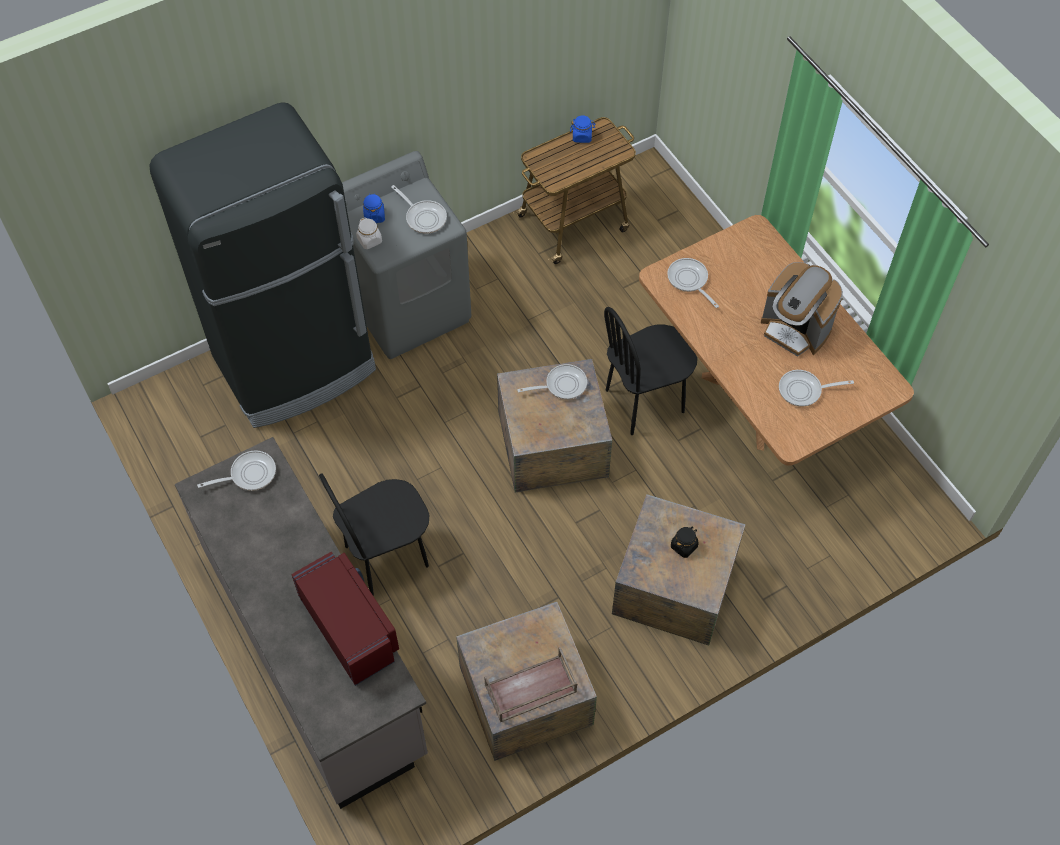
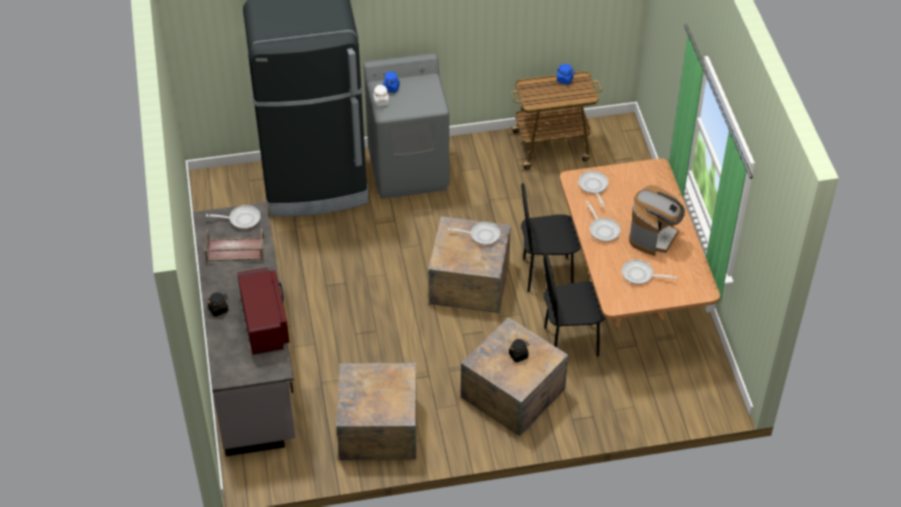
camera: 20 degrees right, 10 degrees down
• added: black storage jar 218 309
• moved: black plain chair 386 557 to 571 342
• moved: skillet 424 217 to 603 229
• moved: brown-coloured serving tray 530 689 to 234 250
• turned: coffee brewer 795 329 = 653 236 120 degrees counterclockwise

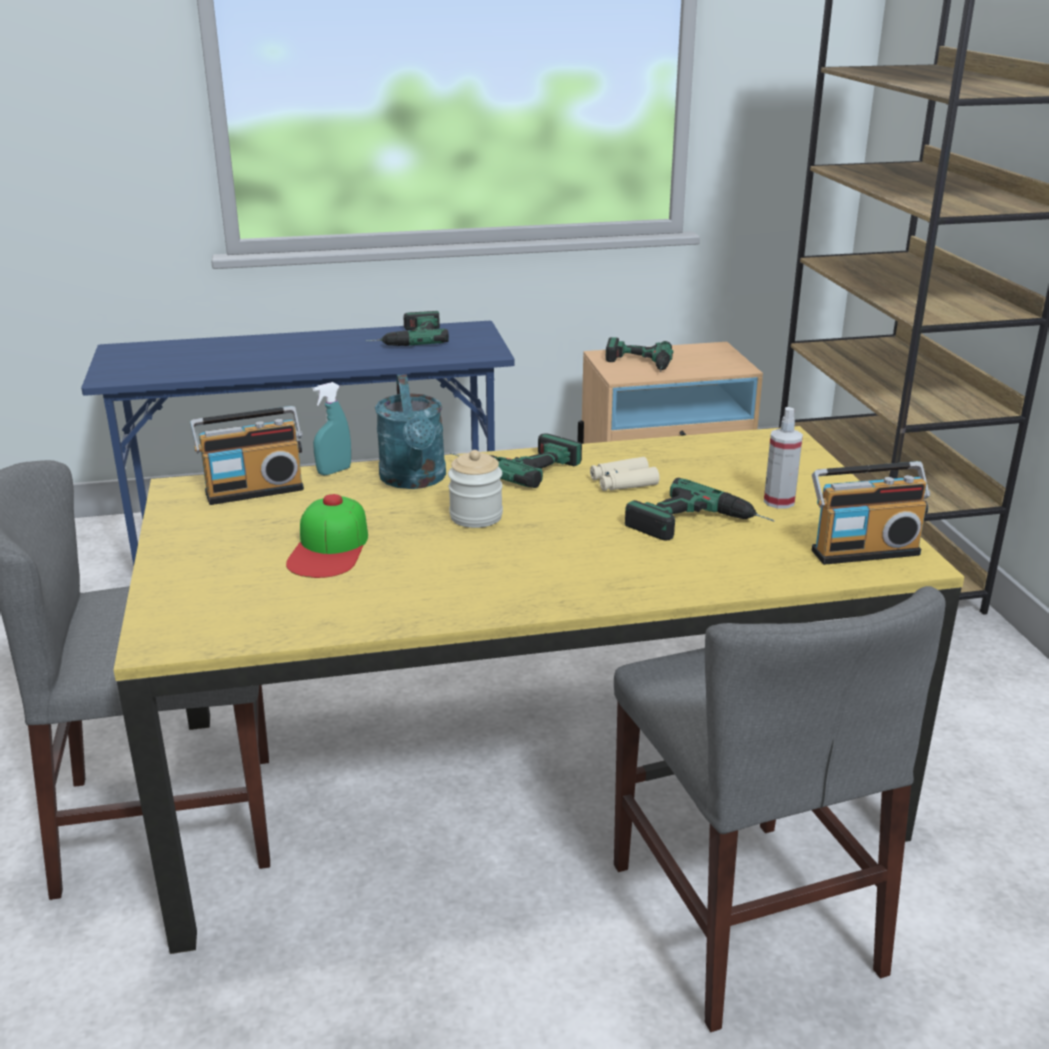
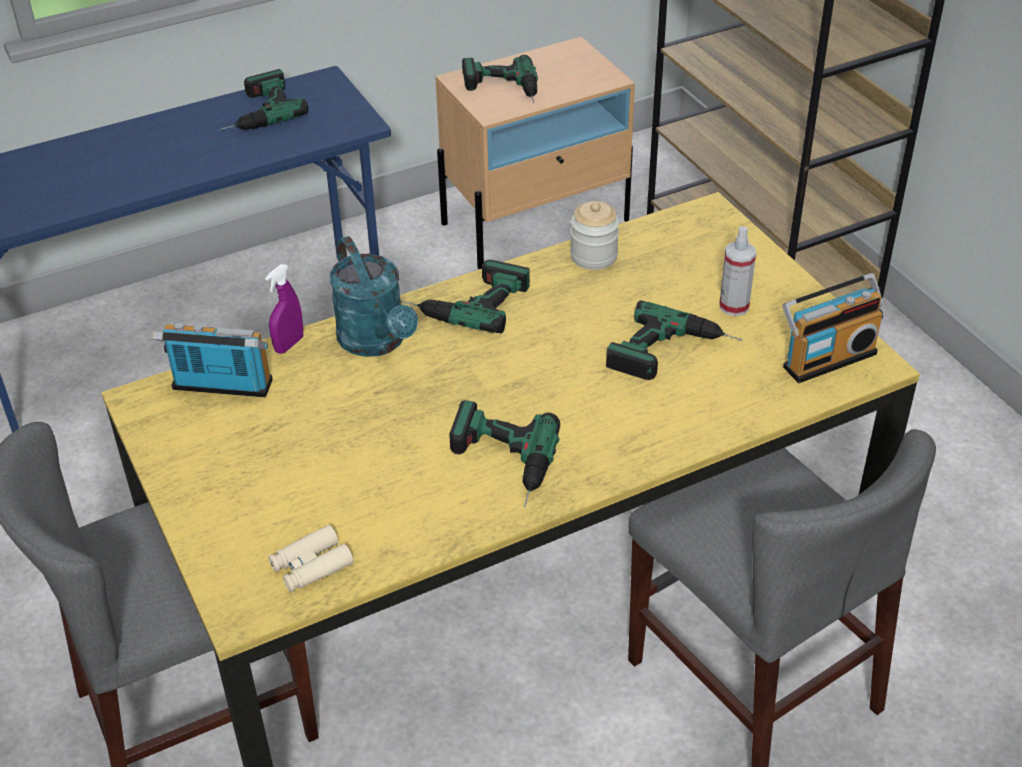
camera: 15 degrees left, 15 degrees up
• removed: cap 329 548
• added: electric drill 499 464
• moved: storage jar 476 516 to 593 256
• moved: sand-coloured binoculars 623 482 to 311 566
• recoloured: turquoise-coloured sprayer 334 471 to purple sprayer 289 344
• turned: radio 254 490 = 221 388 135 degrees counterclockwise

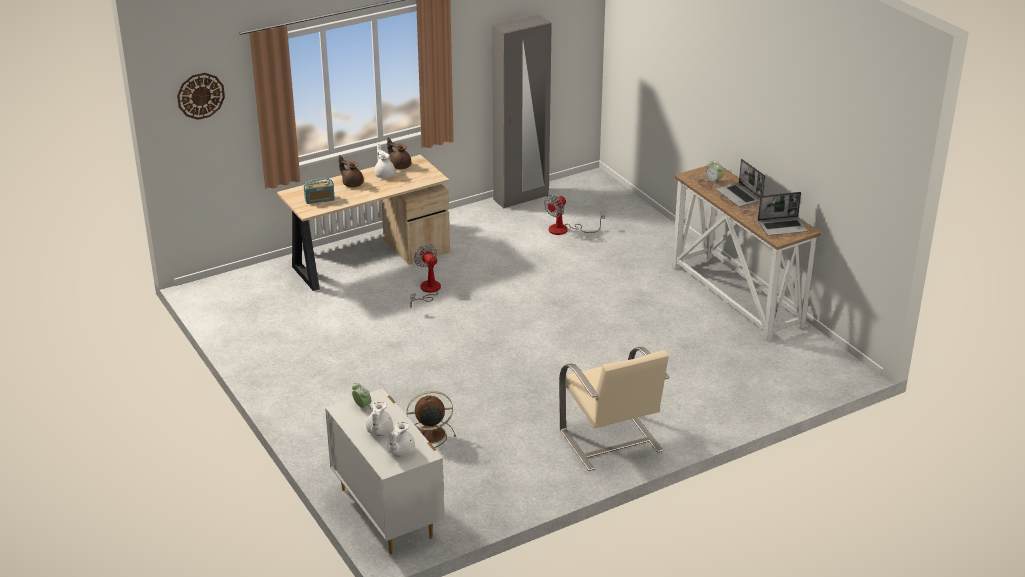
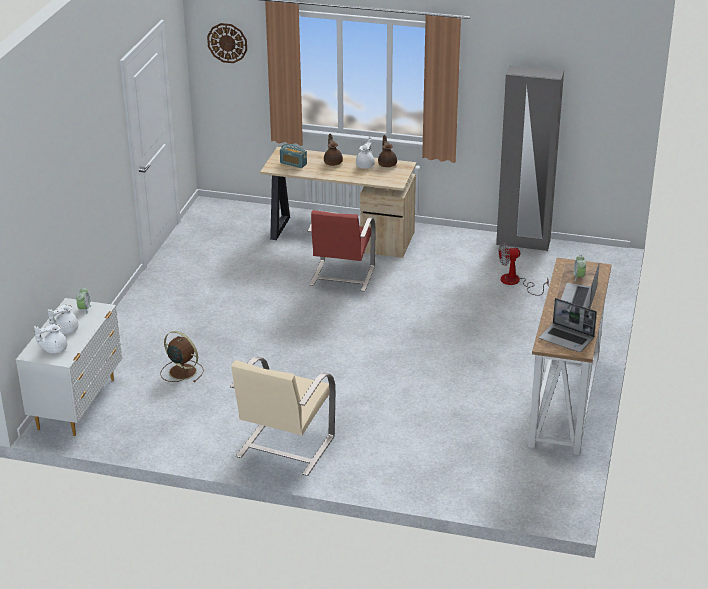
camera: 45 degrees right, 0 degrees up
• replaced: fan 427 291 to reddish plain chair 341 276

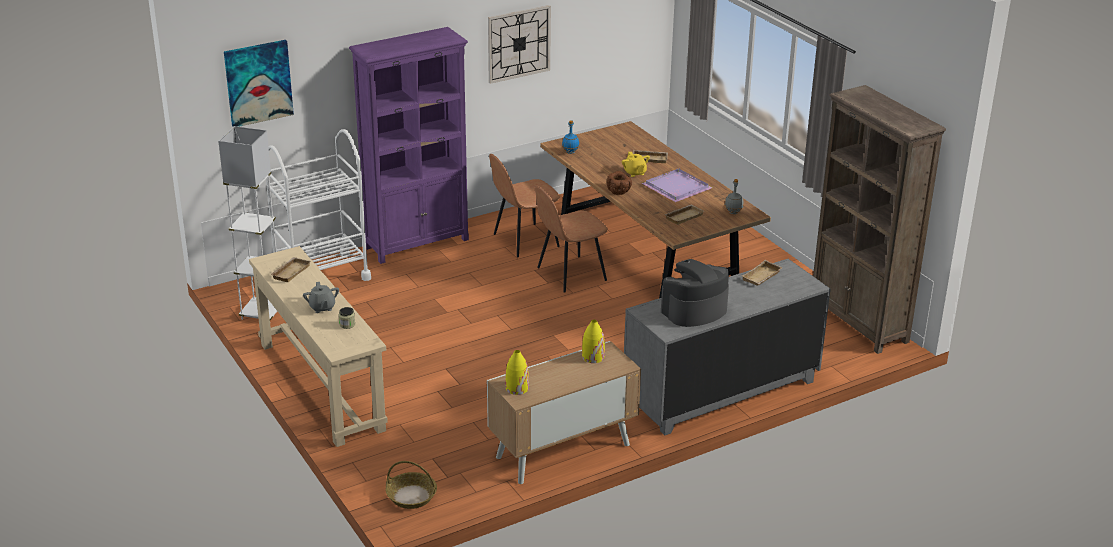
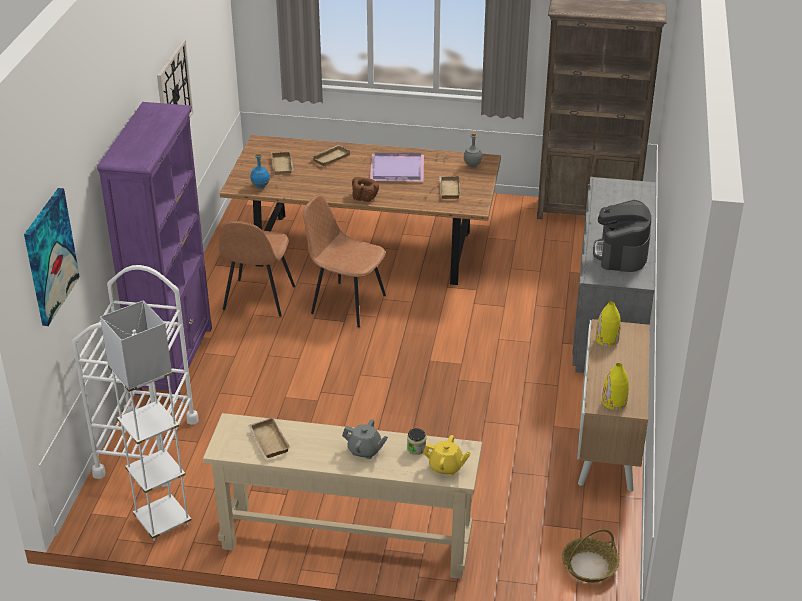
camera: 50 degrees left, 5 degrees up
• moved: yellow-coloured teapot 635 173 to 446 467
• moved: sand-coloured serving tray 762 277 to 283 166
• turned: brown-coloured plain chair 570 274 = 346 304 105 degrees clockwise

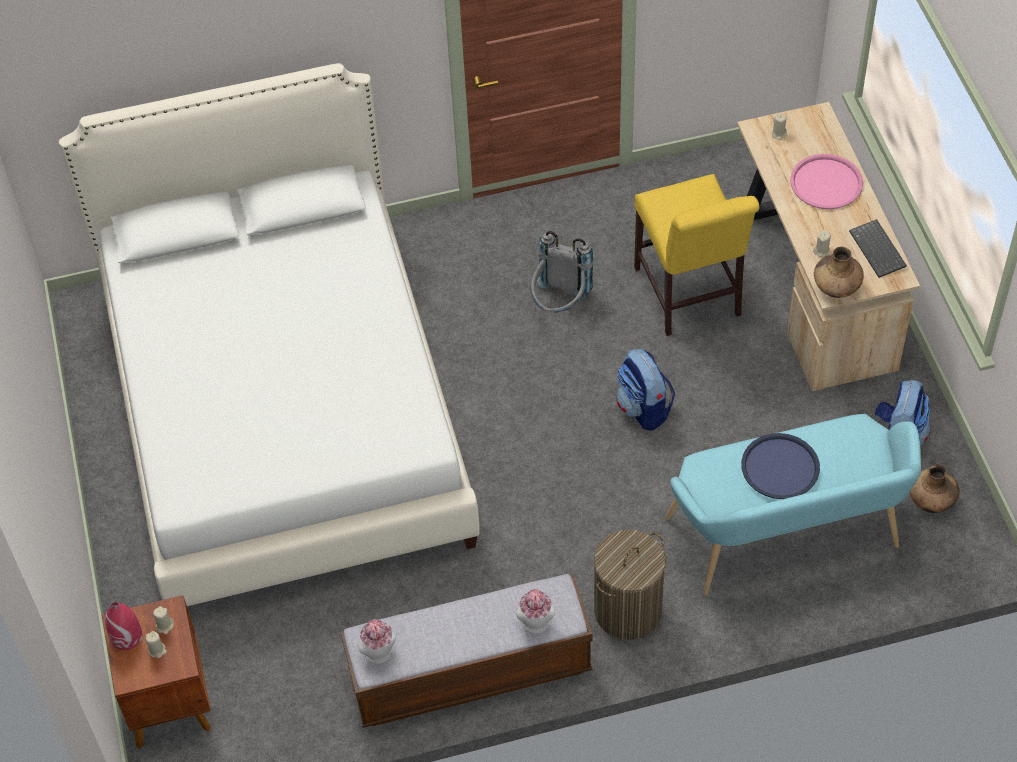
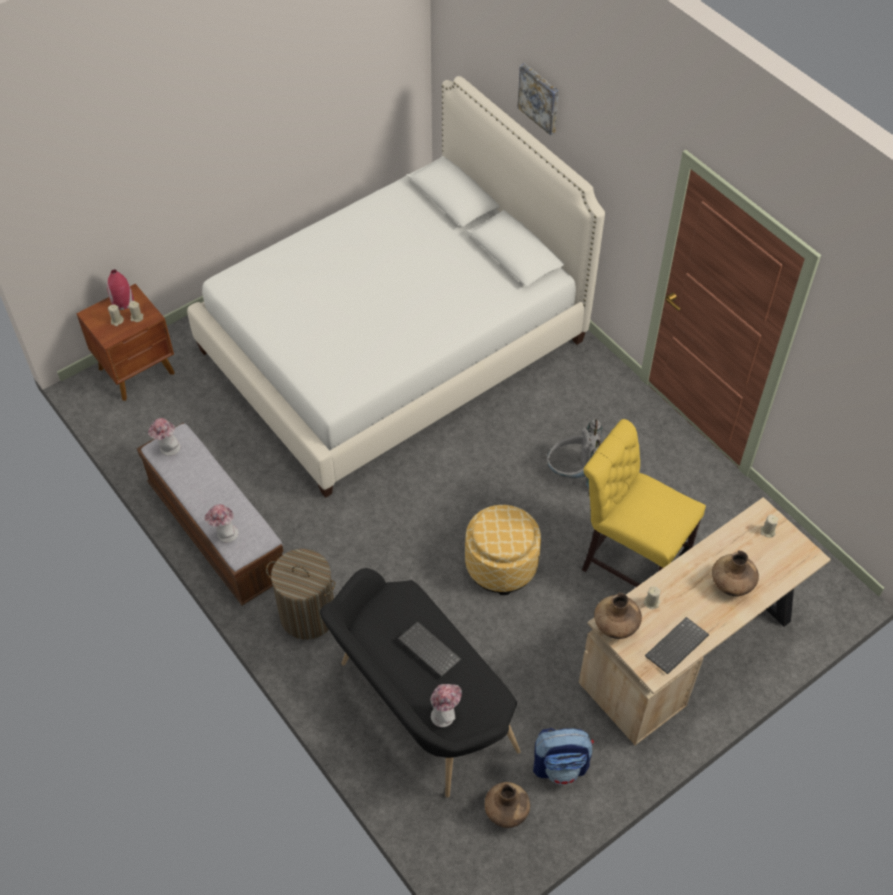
camera: 65 degrees right, 0 degrees up
• added: hat 445 714
• added: wall art 540 98
• replaced: rucksack 643 408 to footrest 501 565
• replaced: blue serving tray 780 467 to PC keyboard 427 650
• replaced: pink-coloured serving tray 826 183 to brown-coloured flower vase 732 584
• recoloured: turquoise-coloured long seat 788 540 to black long seat 419 709
• turned: yellow-coloured plain chair 689 297 = 630 561 75 degrees clockwise

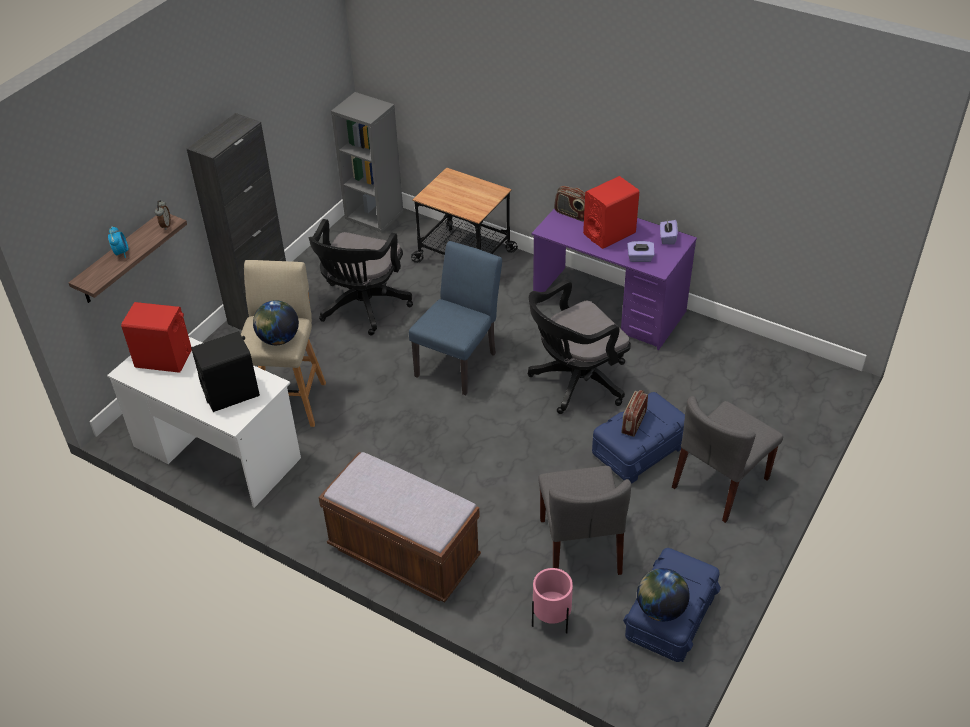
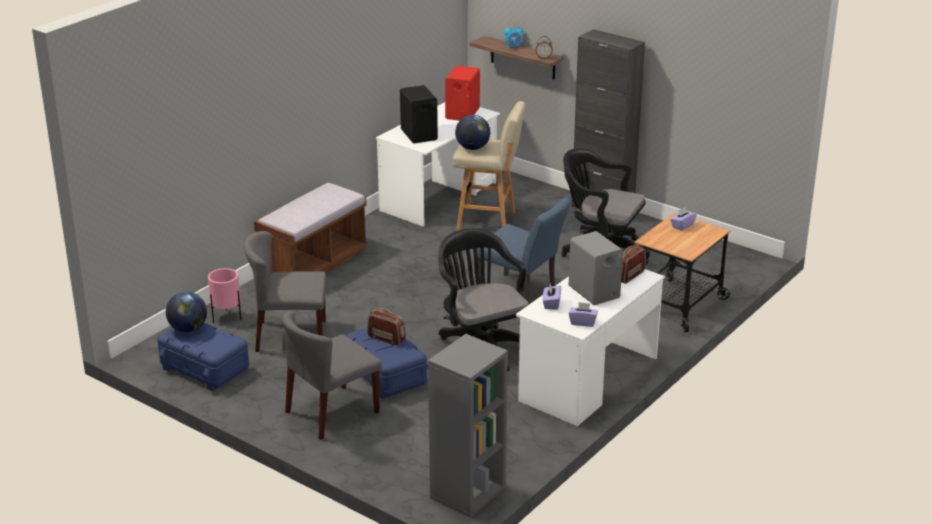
camera: 95 degrees right, 15 degrees down
• added: purple tissue box 682 226
• moved: gray bookshelf 375 215 to 468 493
• recoloured: purple desk unit 609 308 to whitish desk unit 588 380
• recoloured: reddish audio speaker 609 233 to gray audio speaker 594 292
• turned: gray plain chair 720 483 = 332 413 90 degrees counterclockwise

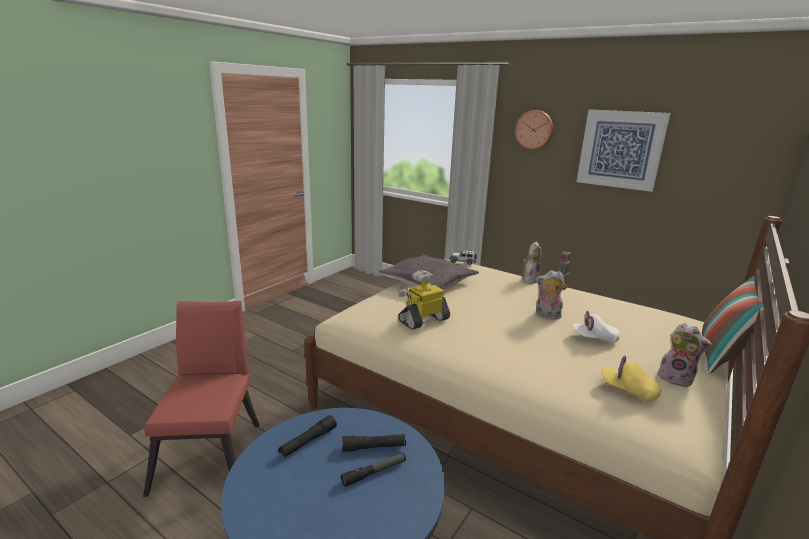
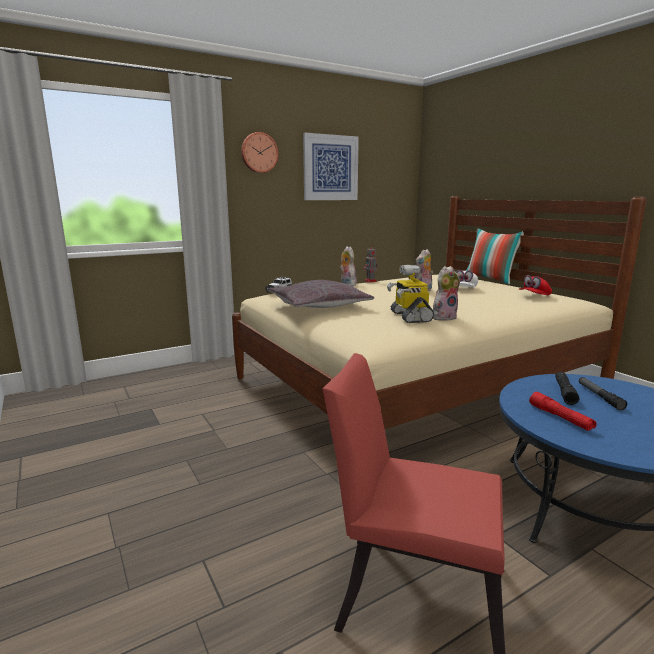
camera: 65 degrees left, 5 degrees down
• moved: cuddly toy 676 378 to 444 317
• recoloured: black torch 308 441 to reddish torch 560 418
• recoloured: yellow-coloured cap 628 390 to reddish cap 534 296

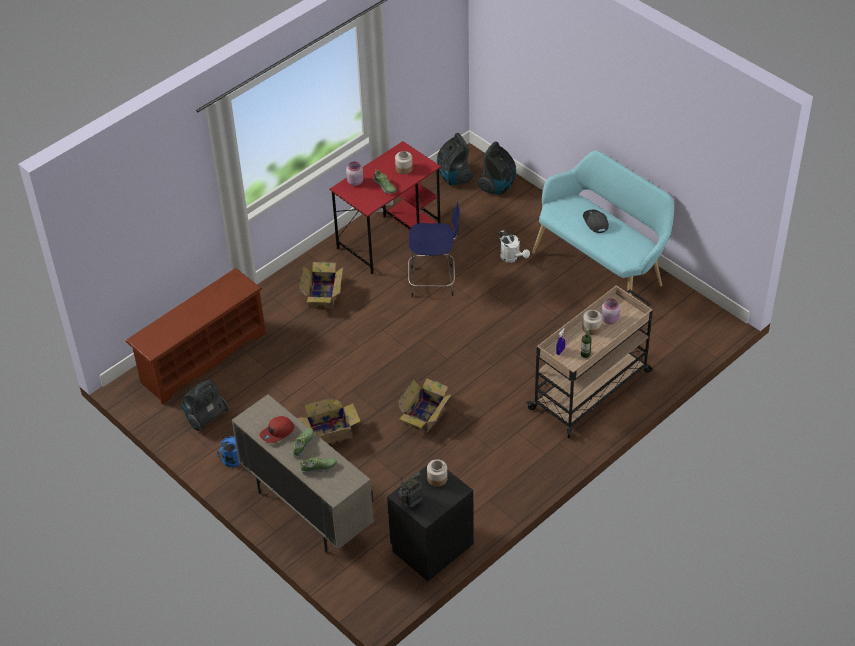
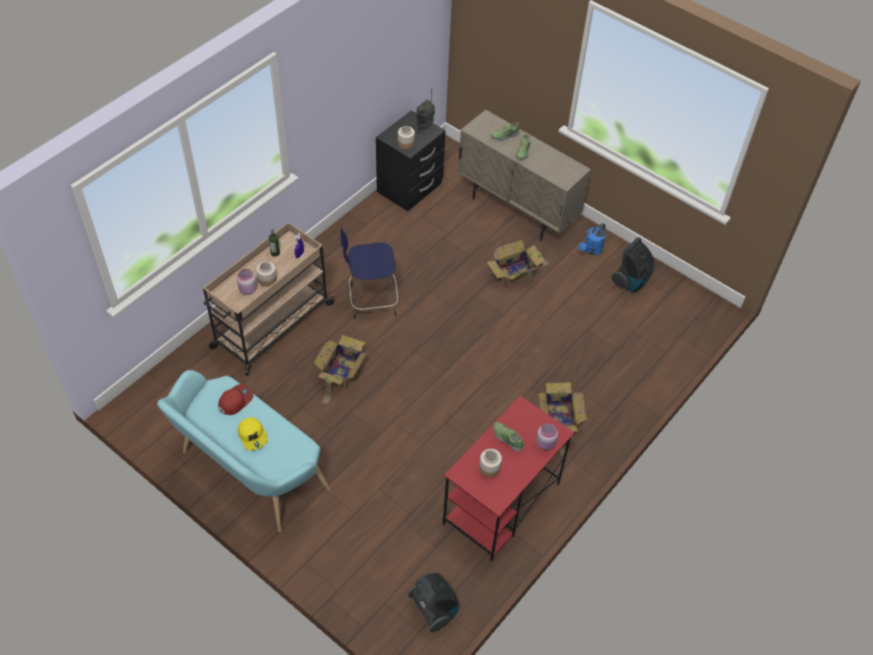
camera: 170 degrees right, 5 degrees up
• removed: brown-coloured shoe rack 202 357
• removed: vacuum cleaner 498 186
• removed: whitish sprinkling can 512 258
• moved: reddish cap 277 433 to 235 400
• moved: packing box 426 414 to 341 373
• moved: blue sitting stool 434 281 to 371 301
• recoloured: gray cap 595 222 to yellow-coloured cap 253 435

